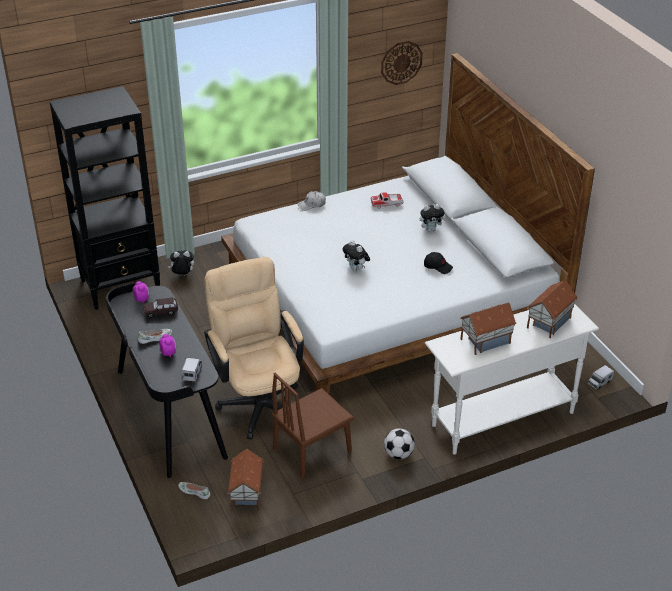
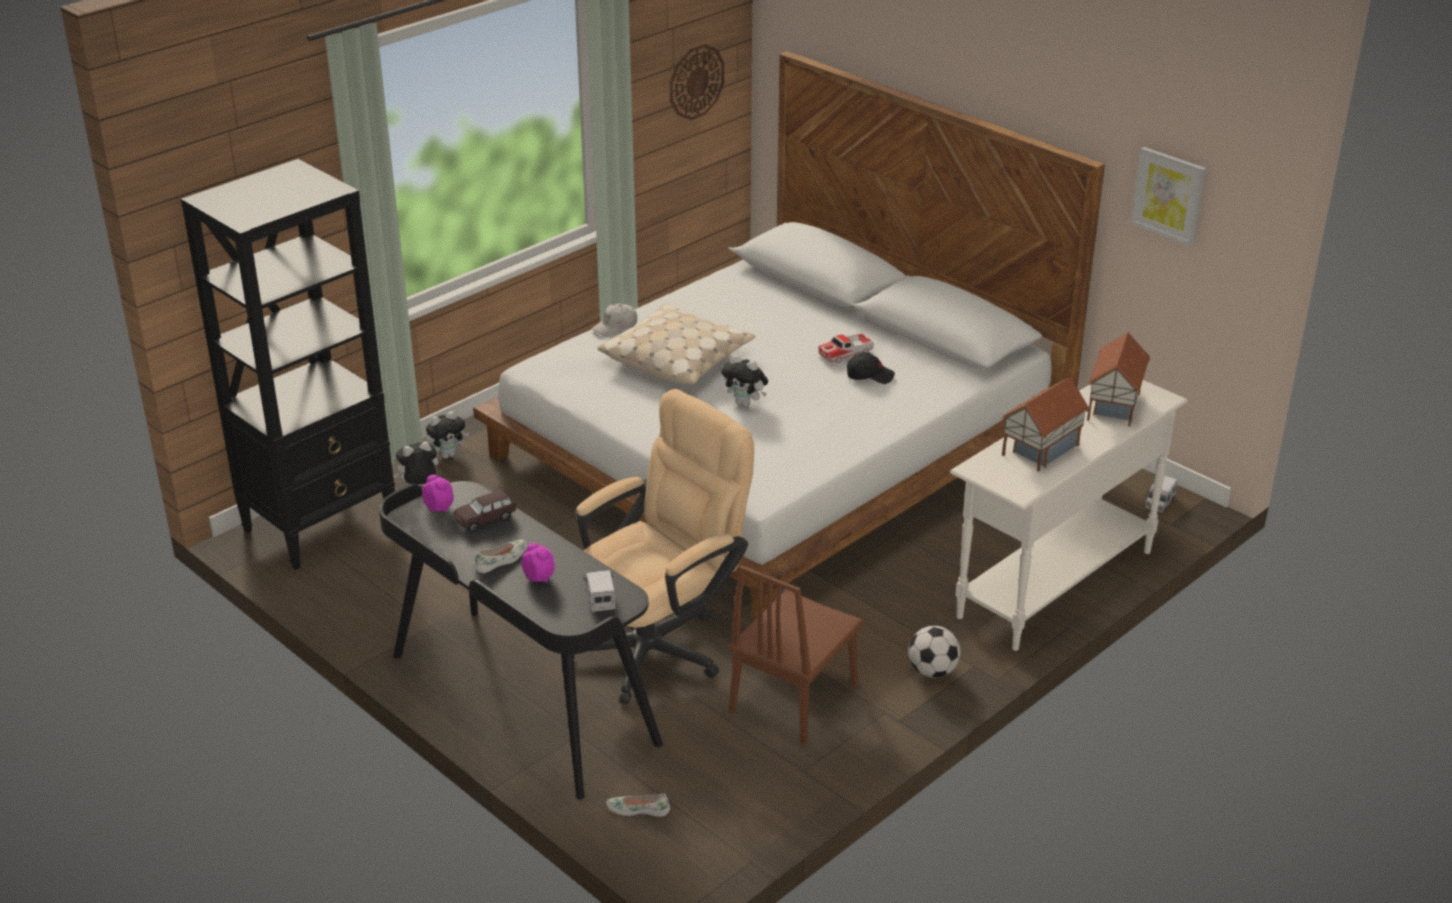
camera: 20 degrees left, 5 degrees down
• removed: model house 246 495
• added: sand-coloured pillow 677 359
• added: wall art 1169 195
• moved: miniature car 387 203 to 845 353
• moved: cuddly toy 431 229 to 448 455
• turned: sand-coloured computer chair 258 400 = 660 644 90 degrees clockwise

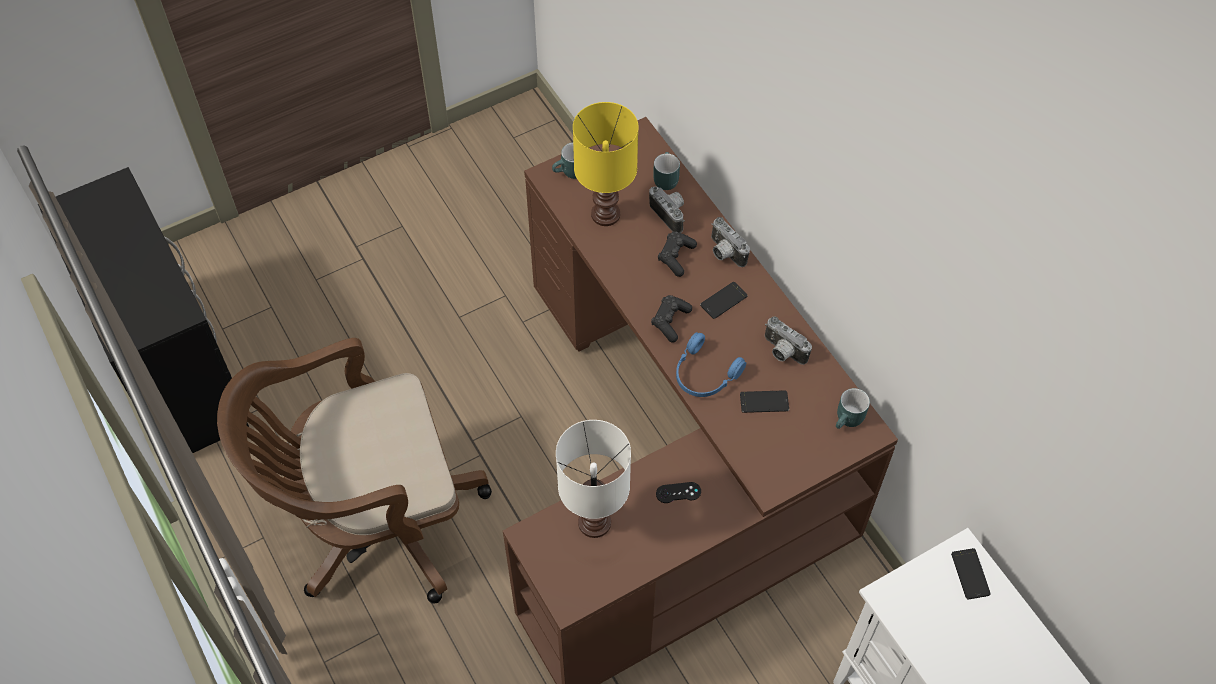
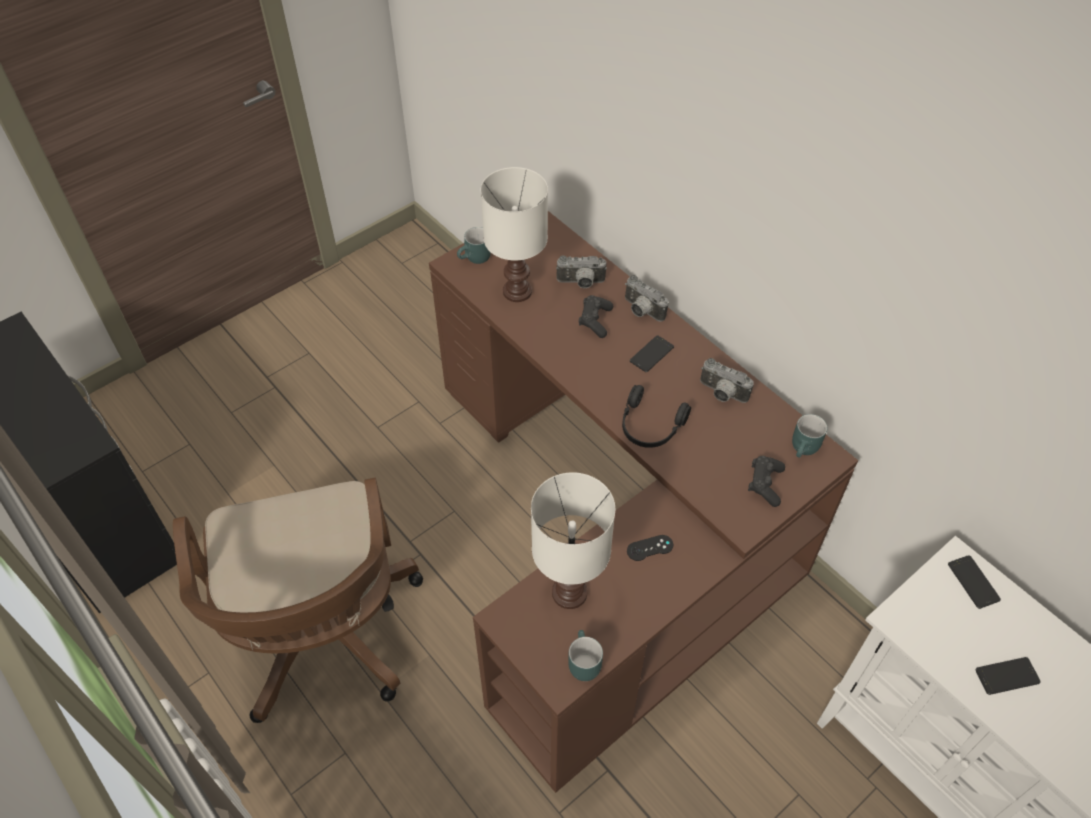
camera: 10 degrees left, 5 degrees down
• moved: black joypad 670 322 to 765 484
• moved: turquoise-coloured coffee mug 664 178 to 581 662
• moved: handset 764 402 to 1007 676
• recoloured: yellow-coloured tabletop lamp 606 214 to whitish tabletop lamp 518 291
• recoloured: blue headphones 704 375 to black headphones 650 426
• turned: brown-coloured computer chair 374 522 = 322 638 75 degrees counterclockwise
• turned: photo camera 670 214 = 581 283 135 degrees clockwise

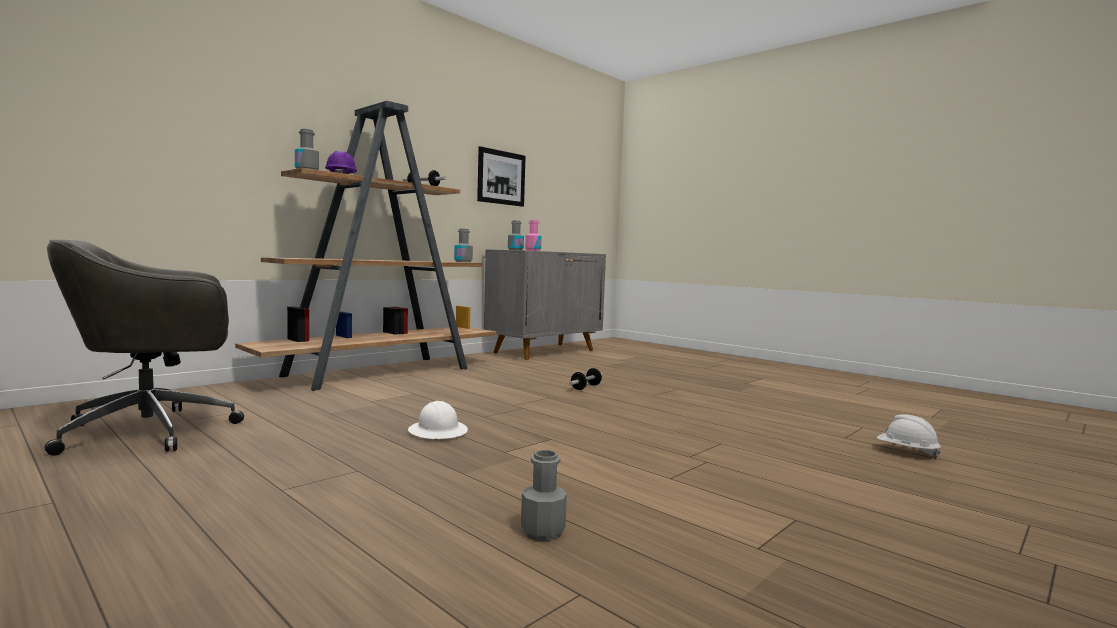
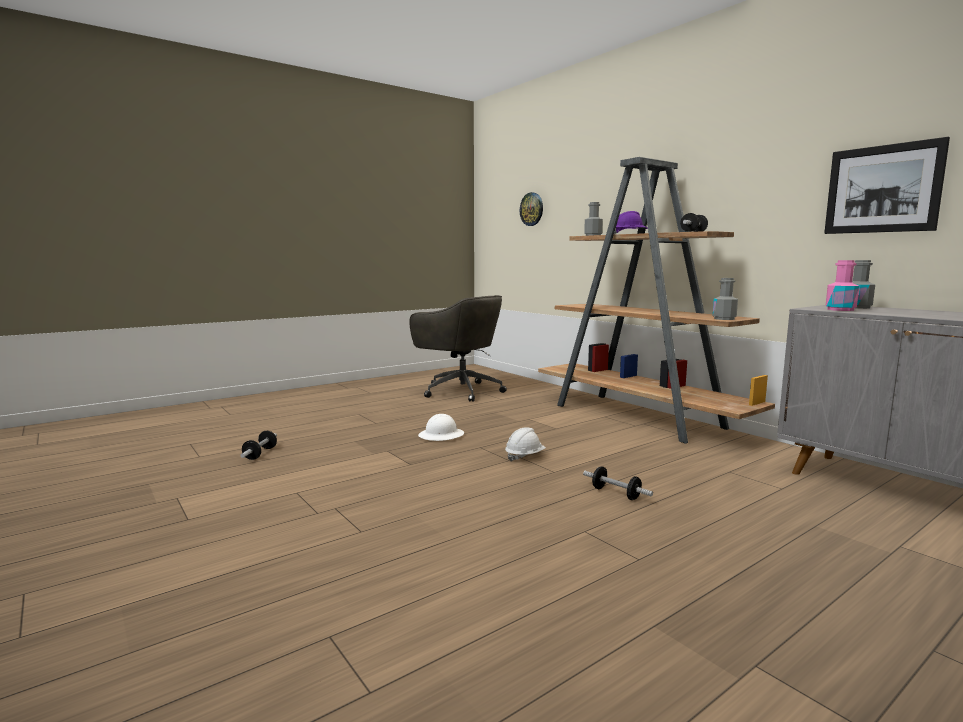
camera: 100 degrees right, 5 degrees up
• added: clock on the wall 531 209
• moved: whitish safety helmet 906 452 to 524 456
• replaced: gray beverage bottle 543 531 to hand weight 260 454
• turned: gray computer chair 155 431 = 460 391 150 degrees clockwise

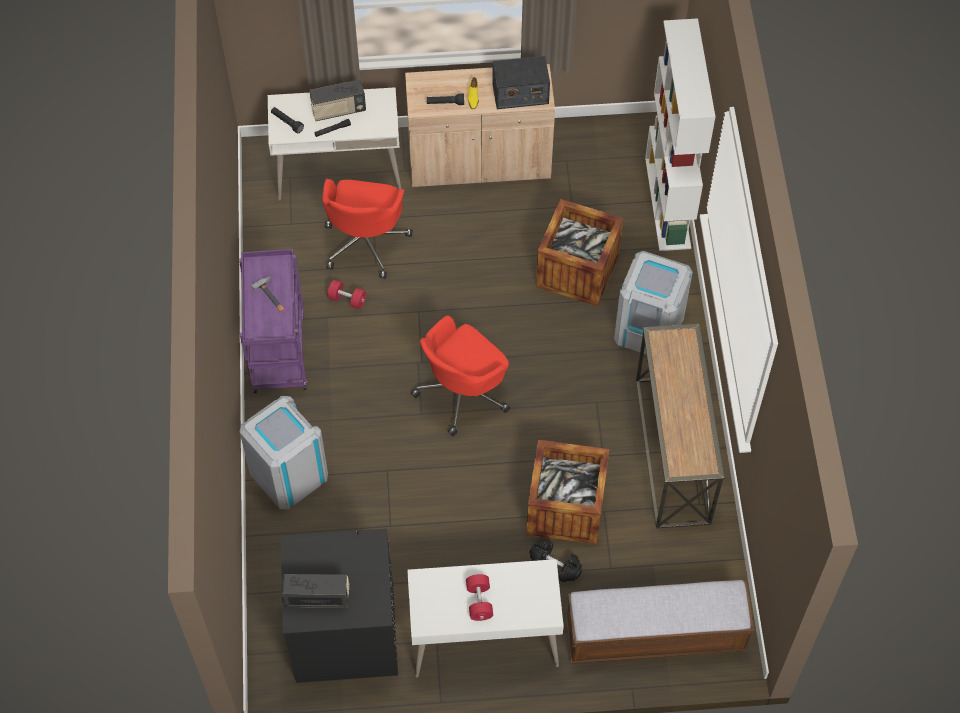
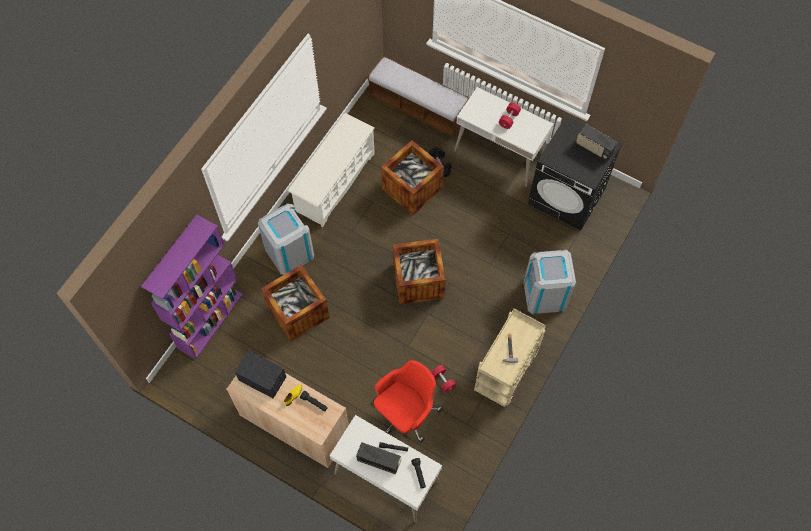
camera: 145 degrees left, 5 degrees up
• replaced: reddish computer chair 463 392 to crate 418 281
• replaced: hall table 673 451 to whitish shoe rack 334 182
• recoloured: purple cart 277 350 to sand-coloured cart 505 373
• recoloured: whitish bookshelf 668 203 to purple bookshelf 210 320

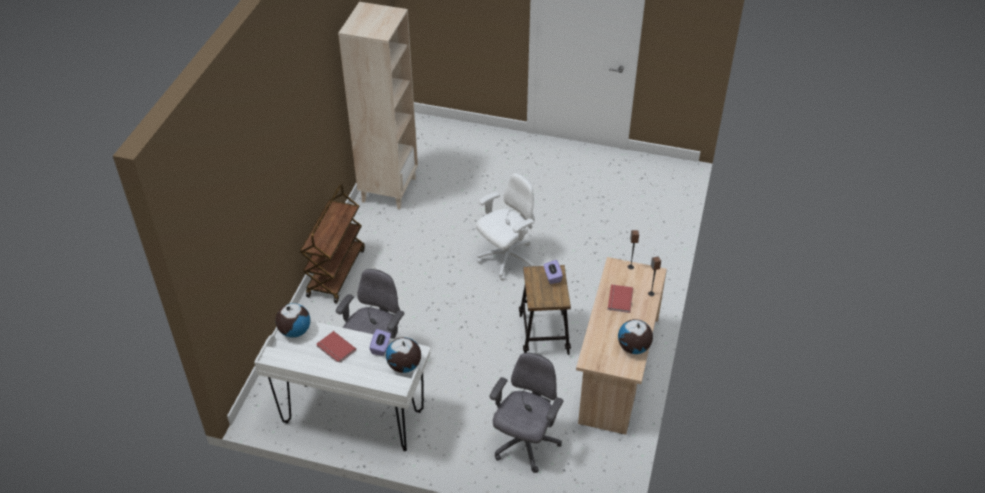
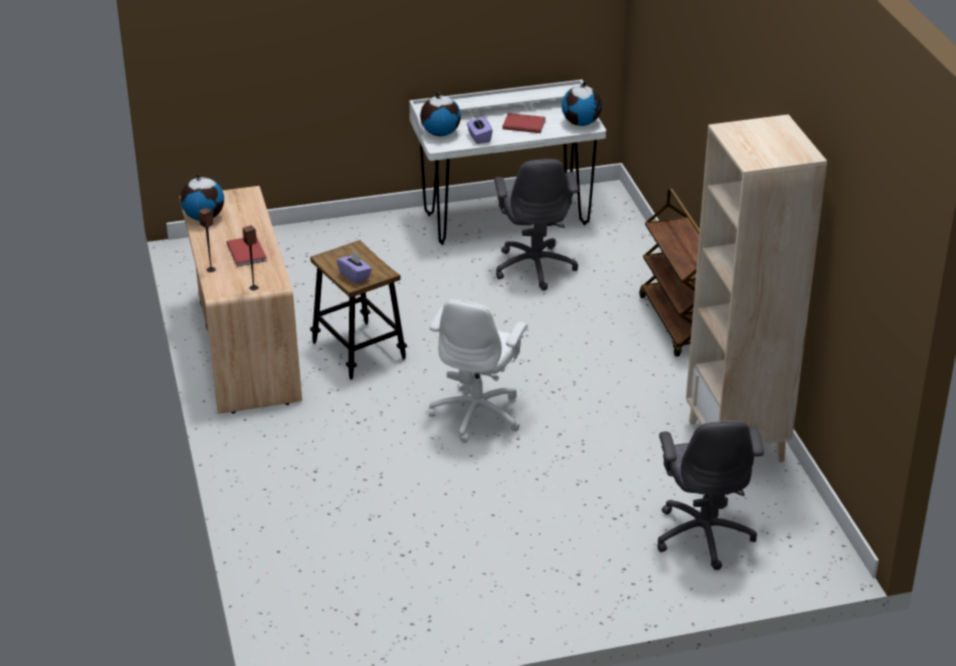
camera: 150 degrees right, 10 degrees down
• moved: gray computer chair 524 444 to 704 534

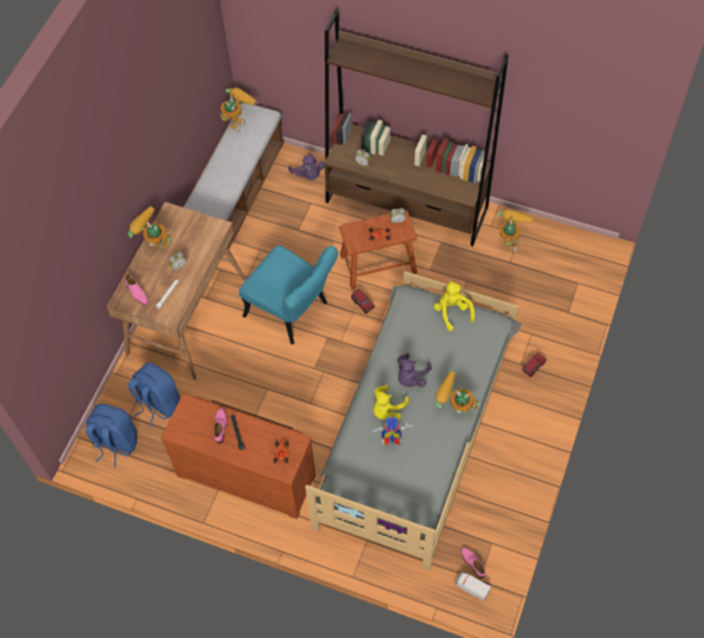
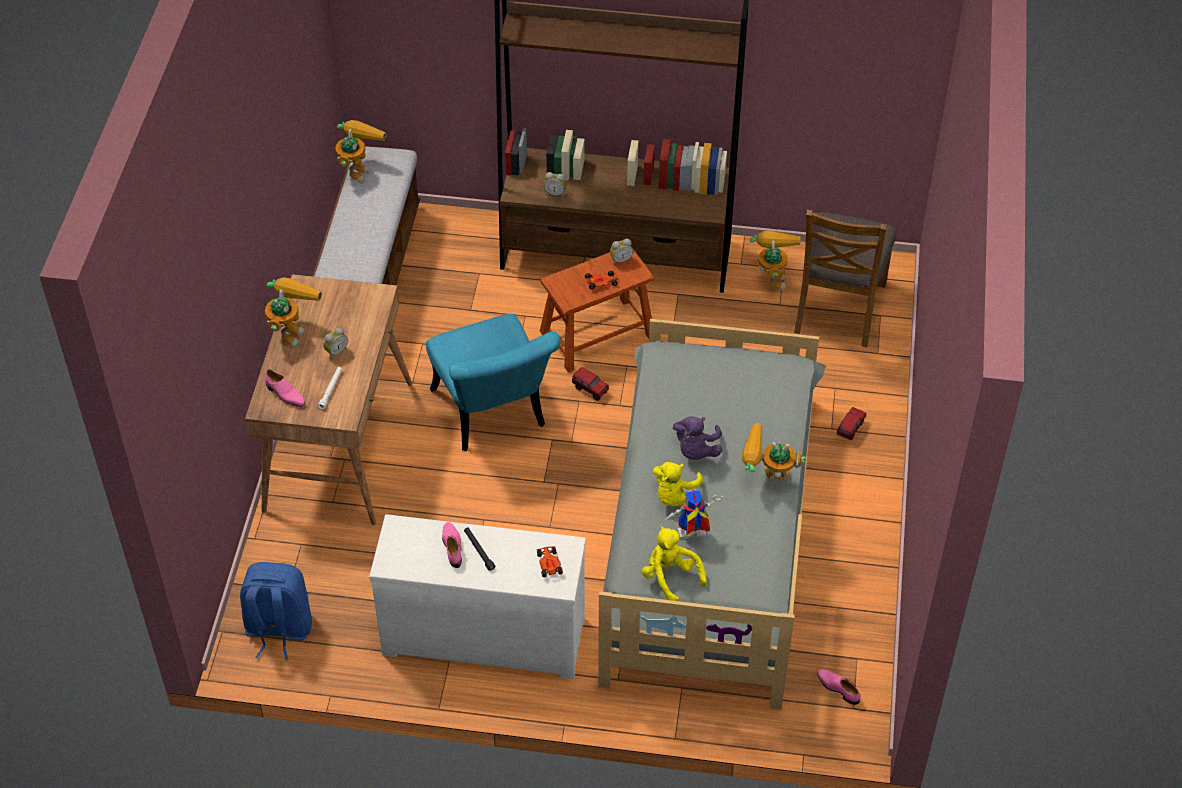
camera: 15 degrees left, 10 degrees down
• removed: blue rucksack 157 404
• removed: purple cuddly toy 308 175
• removed: toy lorry 471 587
• added: brown-coloured plain chair 838 307
• moved: yellow-coloured cuddly toy 452 312 to 670 577
• recoloured: brown-coloured chest of drawers 247 472 to whitish chest of drawers 484 632
• turned: toy robot 154 244 = 292 329 90 degrees clockwise
• turned: turquoise-coloured plain chair 293 313 = 493 416 45 degrees clockwise

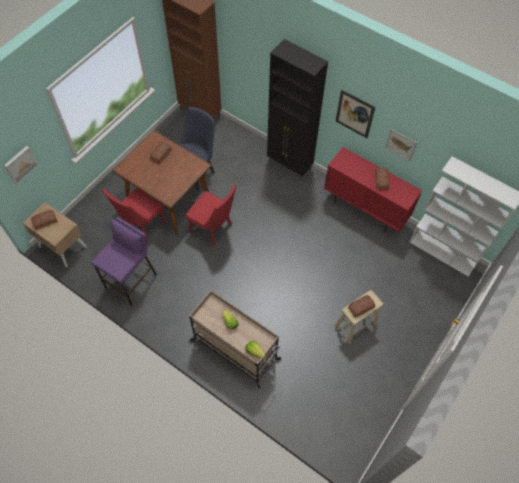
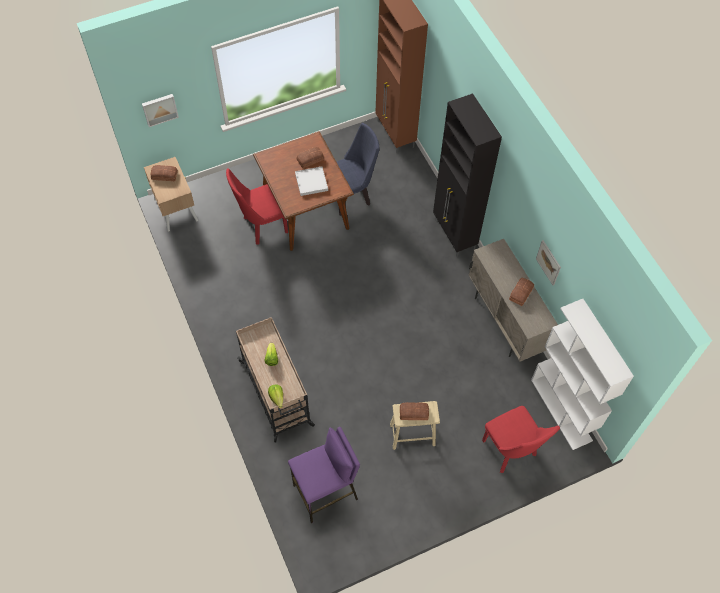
camera: 30 degrees right, 0 degrees up
• removed: wall art 354 114
• added: whitish serving tray 311 182
• moved: purple sitting stool 132 281 to 326 493
• moved: reddish plain chair 214 229 to 511 452
• recoloured: reddish cupboard 365 210 to sand-coloured cupboard 505 322

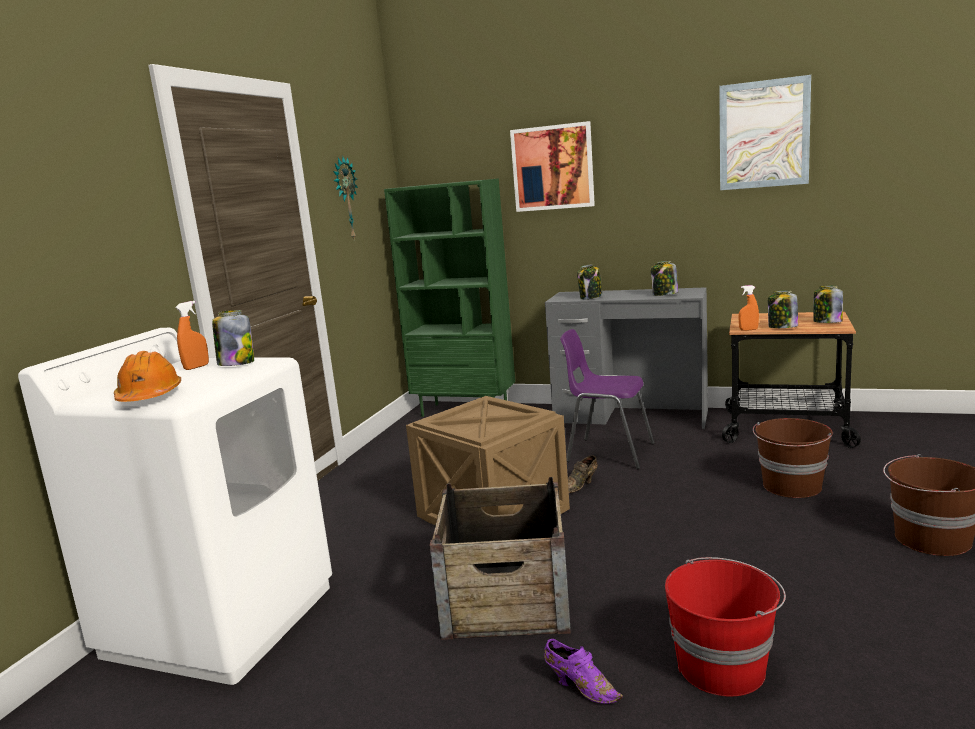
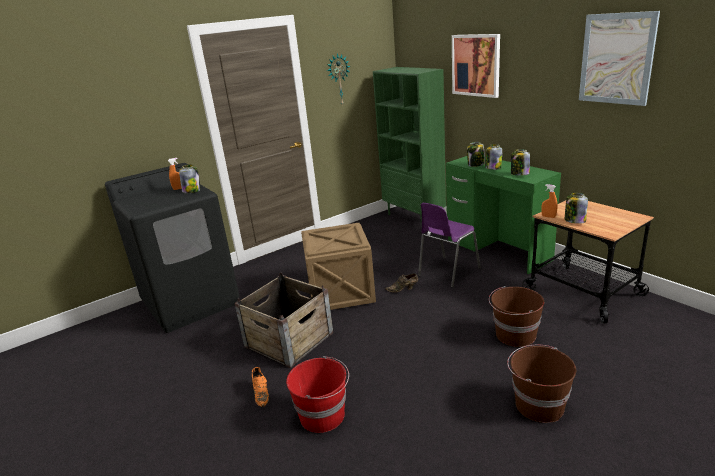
camera: 35 degrees right, 10 degrees up
• removed: orangey safety helmet 149 397
• moved: storage jar 827 322 to 493 168
• recoloured: whitish laundry machine 221 619 to black laundry machine 191 302
• recoloured: purple item of footwear 580 687 to orangey item of footwear 261 394
• recoloured: gray desk unit 631 416 to green-coloured desk unit 498 250
• turned: purple plain chair 608 452 = 447 272 105 degrees counterclockwise

